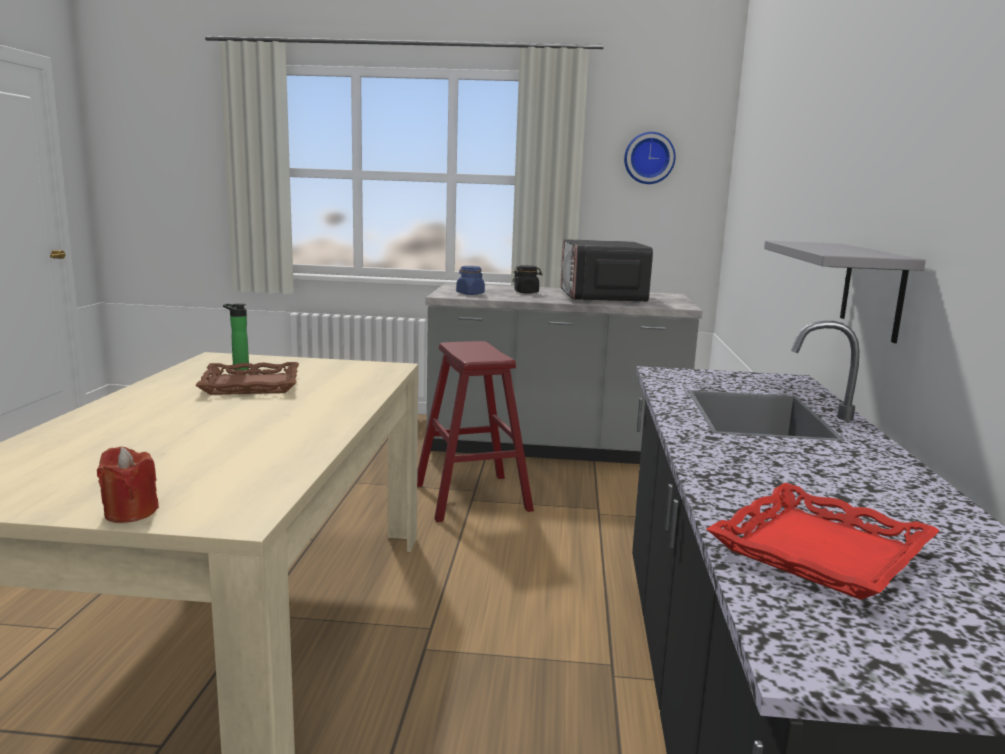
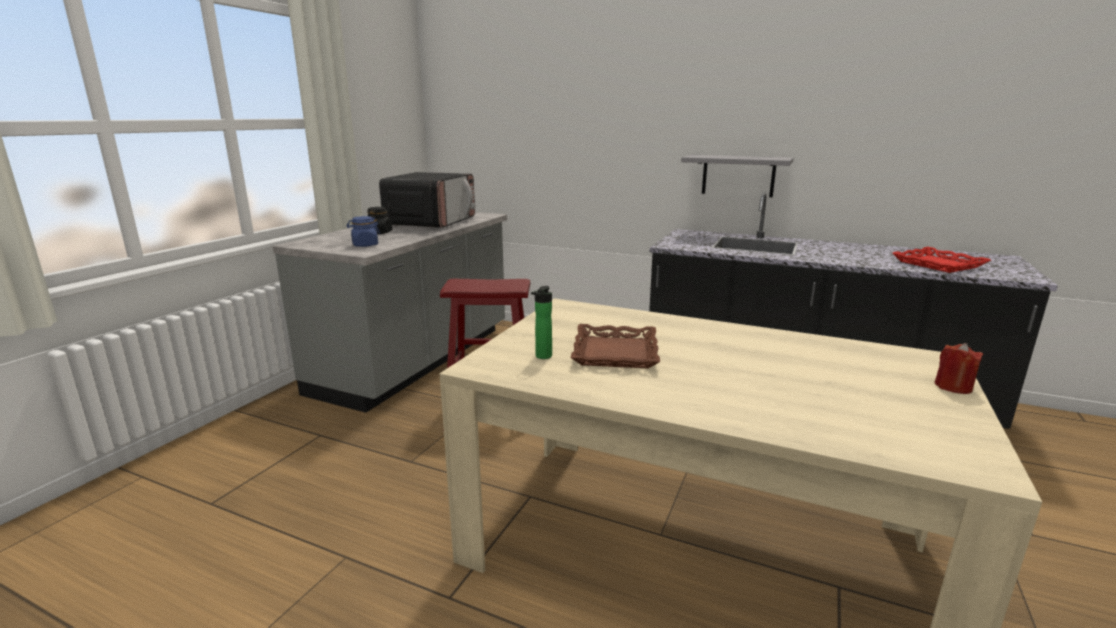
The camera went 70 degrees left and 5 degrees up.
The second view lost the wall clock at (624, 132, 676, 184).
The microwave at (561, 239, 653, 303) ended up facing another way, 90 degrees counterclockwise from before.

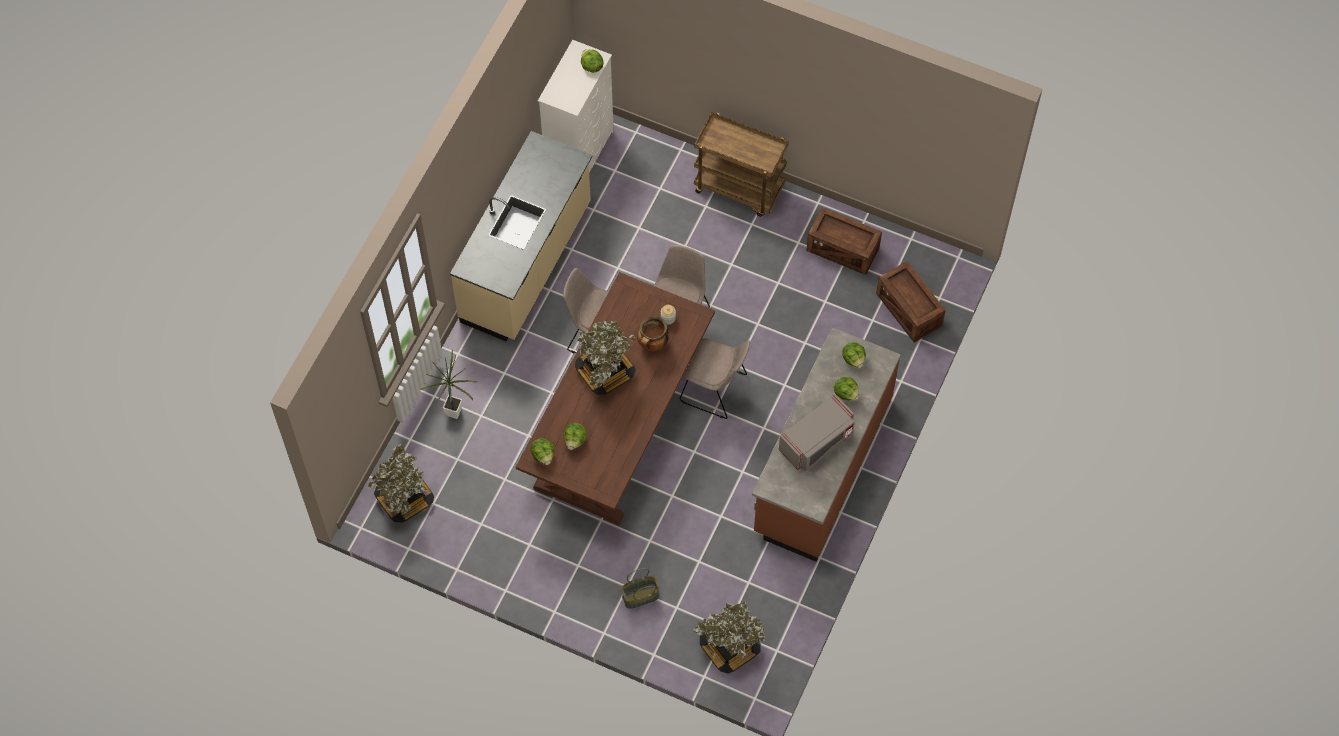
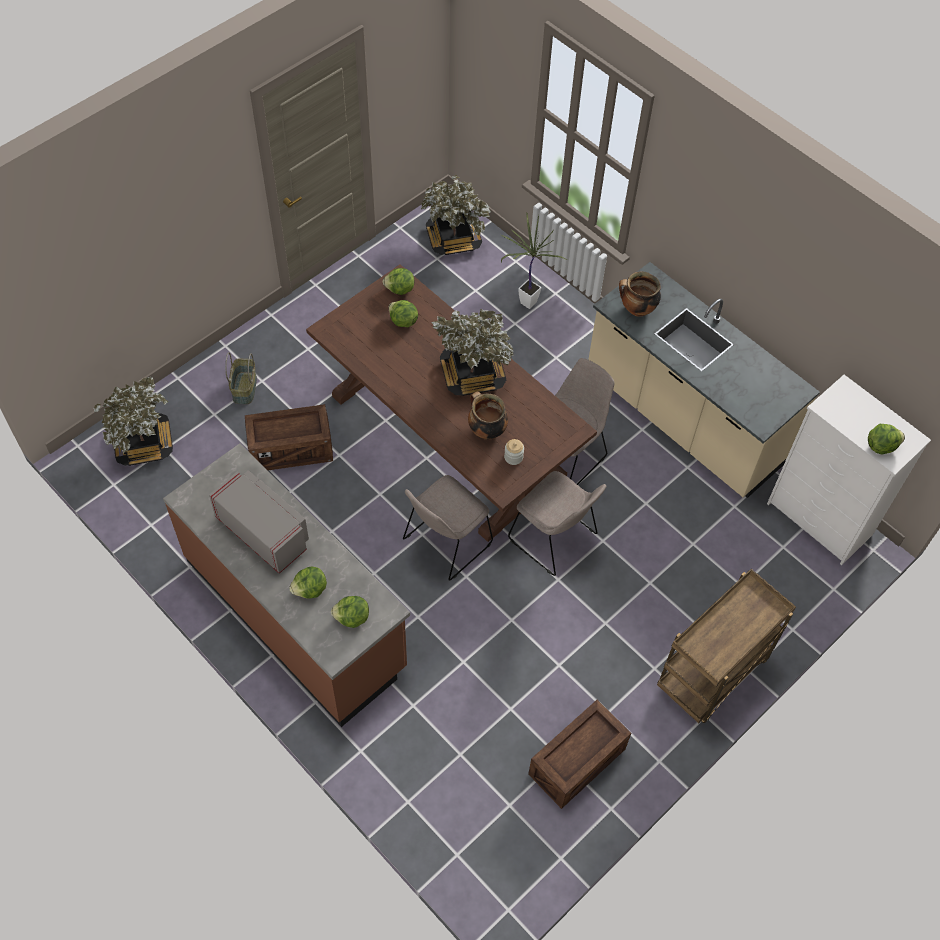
The camera went 110 degrees right and 5 degrees down.
The second view gained the cooking pot at (619, 271, 661, 317).
The crate ended up elsewhere, having gone from (876, 261, 946, 343) to (245, 404, 333, 470).
The grey microwave at (779, 394, 855, 471) ended up facing another way, 150 degrees clockwise from before.

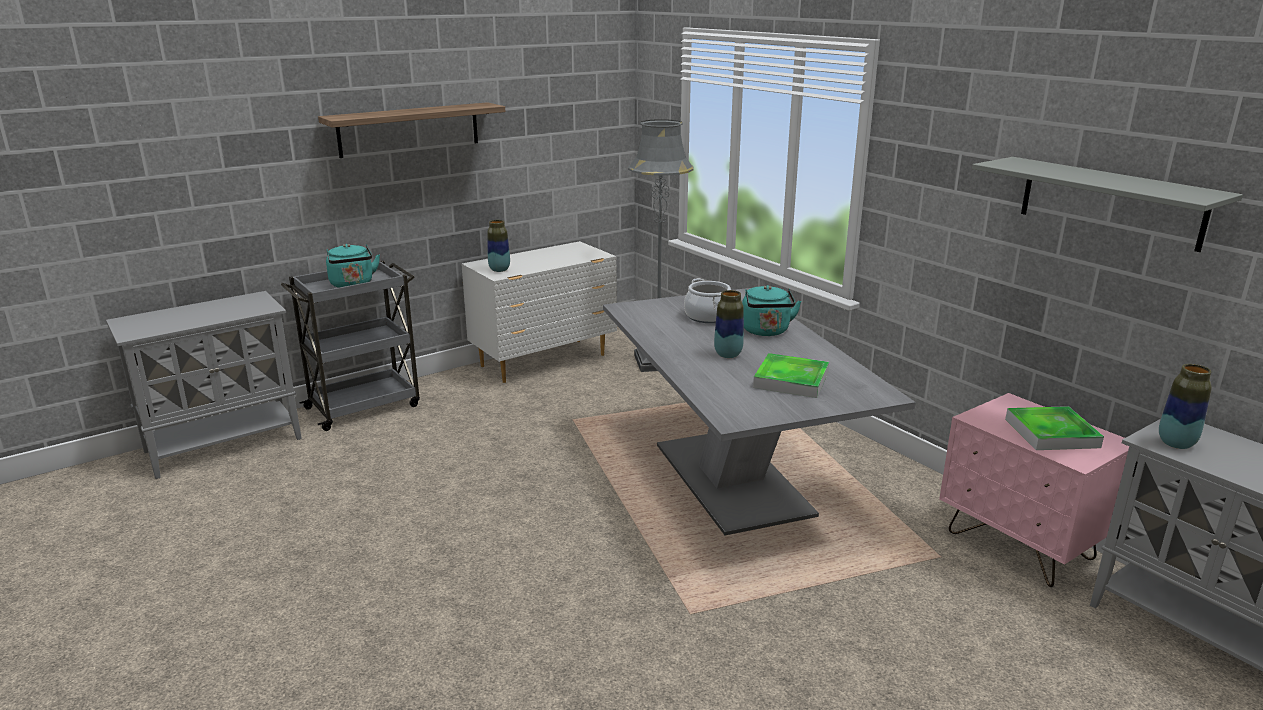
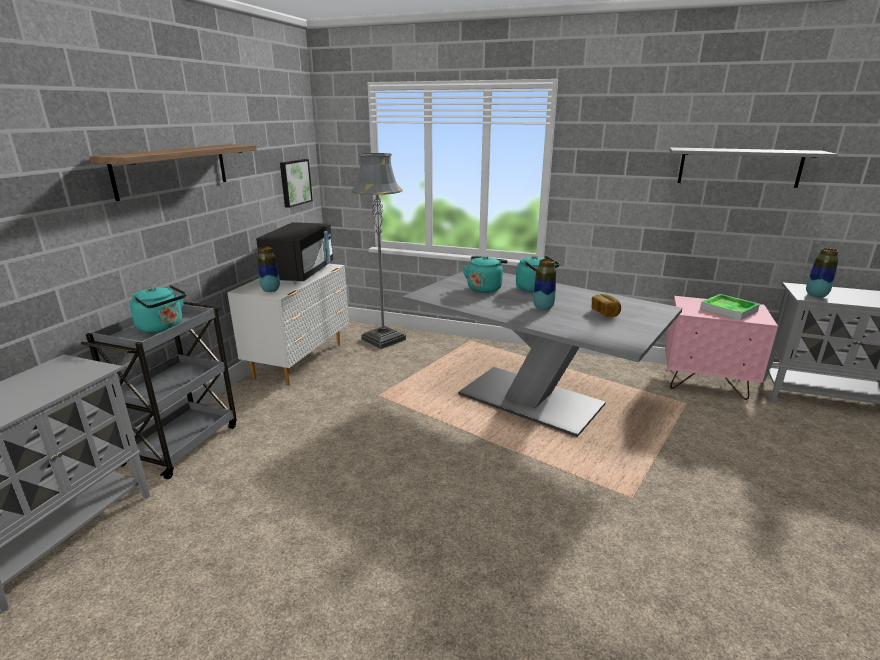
The camera went 35 degrees left and 0 degrees up.
The second view gained the black microwave at (256, 222, 333, 284).
The second view gained the picture at (280, 159, 313, 208).
Where the cooking pot stood at (684, 278, 731, 323), the turquoise kettle came to stand at (462, 256, 508, 293).
Where the tray stood at (753, 353, 829, 398), the bread came to stand at (592, 294, 621, 317).

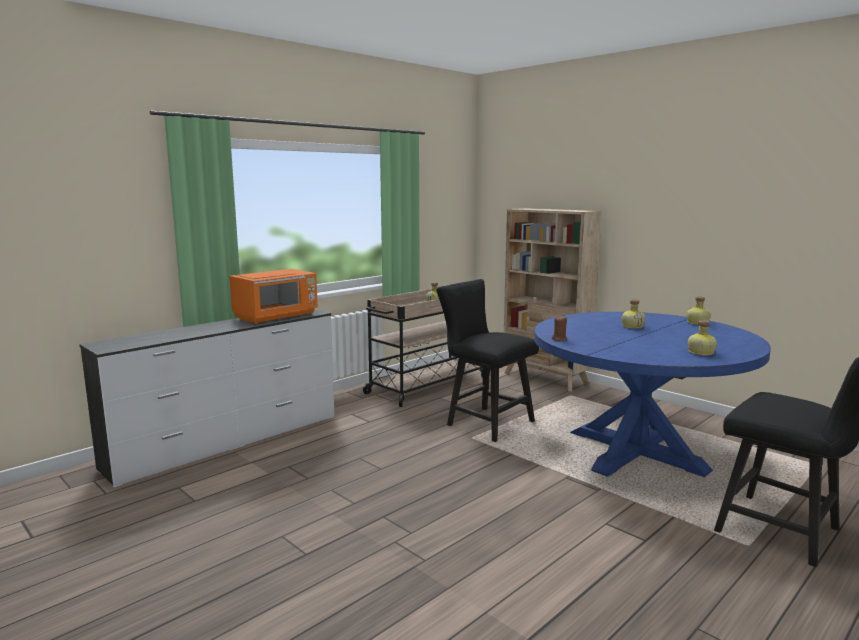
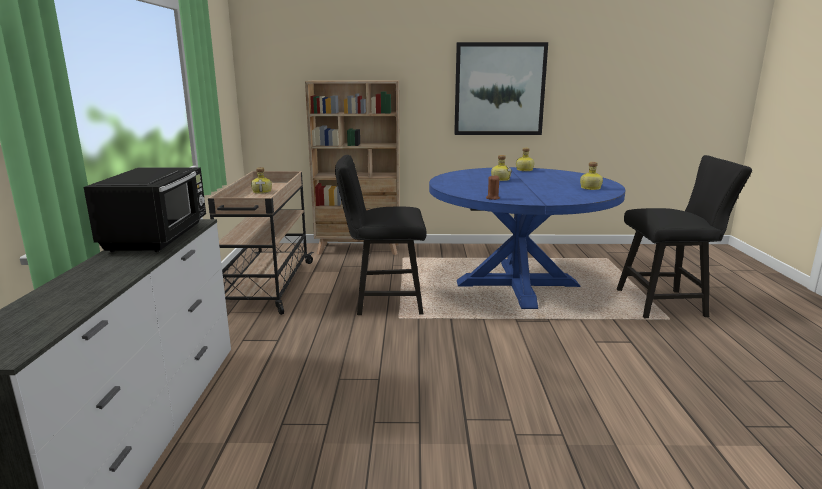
The camera went 45 degrees left and 5 degrees up.
The second view gained the picture at (454, 42, 548, 135).
What was the orange microwave at (229, 269, 318, 324) turned into the black microwave at (84, 167, 206, 252).

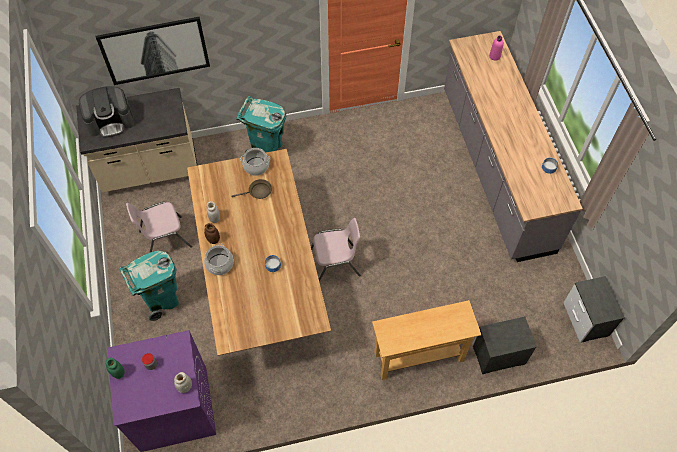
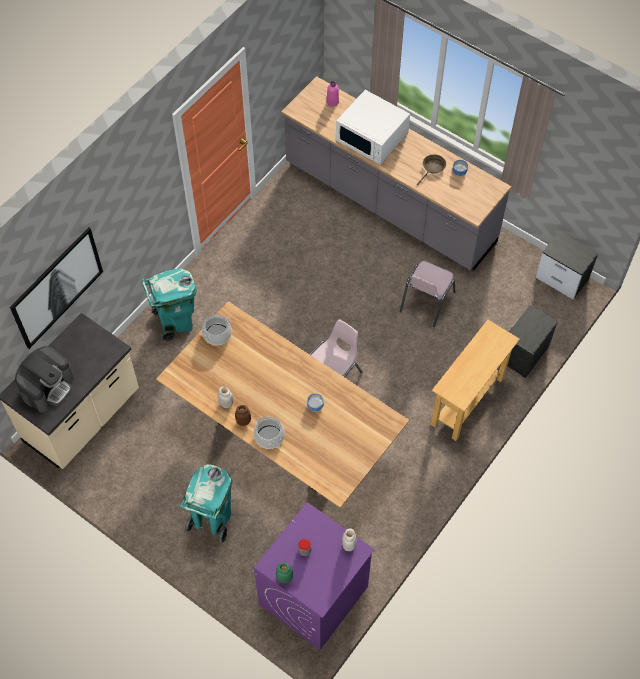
The camera went 40 degrees left and 0 degrees up.
The second view gained the white microwave at (336, 90, 410, 165).
The pink chair ended up elsewhere, having gone from (126, 202, 192, 252) to (400, 261, 456, 327).
The brown frying pan ended up elsewhere, having gone from (232, 179, 272, 199) to (417, 154, 446, 185).

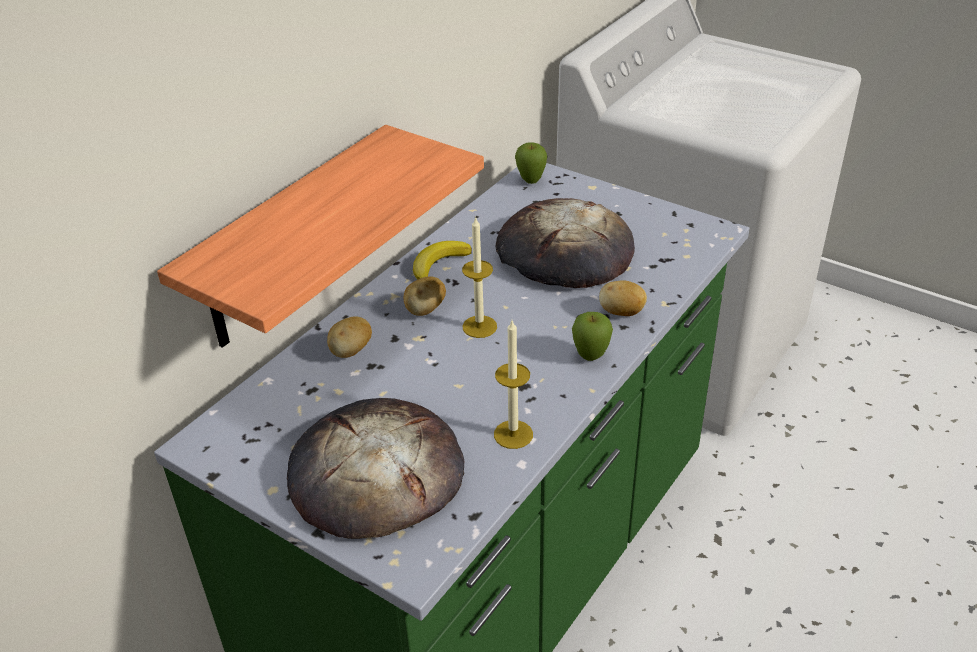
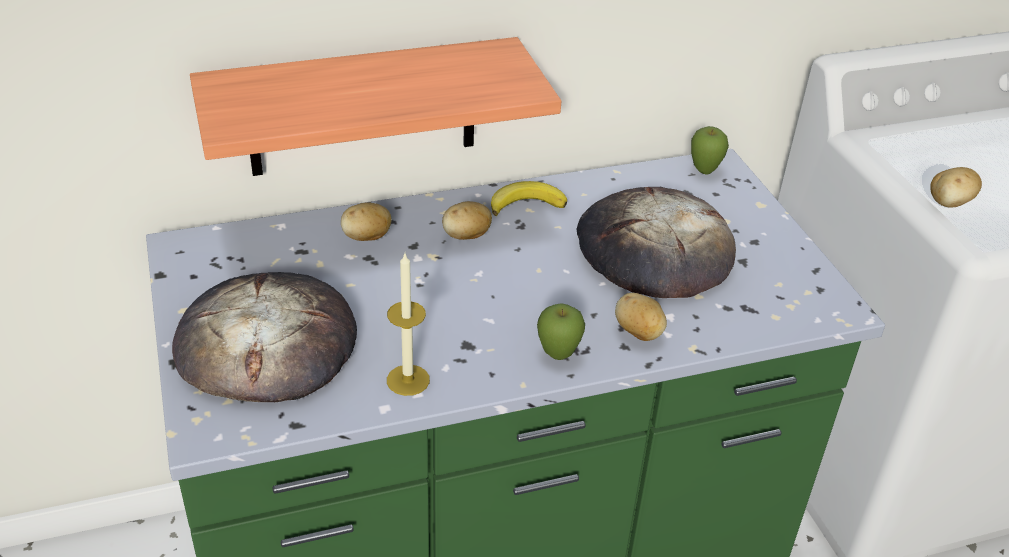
The camera went 35 degrees right and 0 degrees up.
The second view lost the candle at (462, 216, 497, 338).
The second view gained the potato at (930, 167, 982, 207).

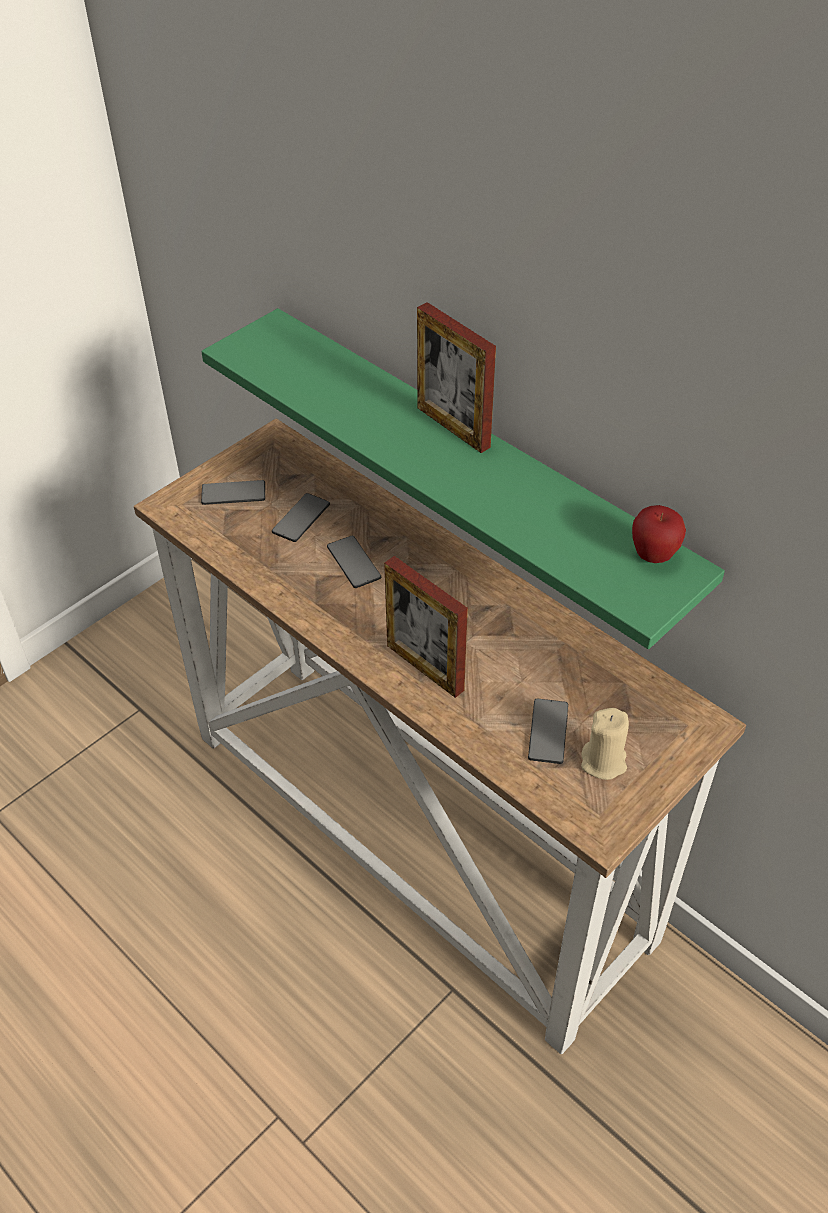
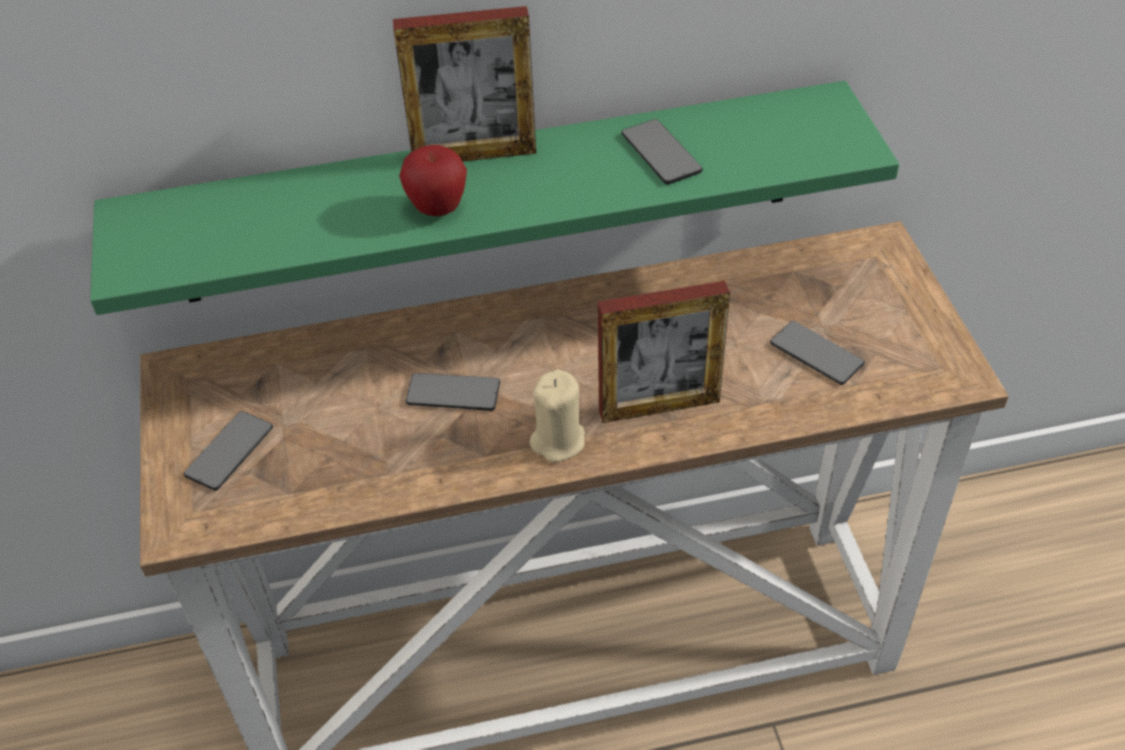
The camera went 55 degrees left and 0 degrees up.
The phone ended up elsewhere, having gone from (272, 493, 330, 542) to (621, 119, 703, 185).
The beige candle ended up elsewhere, having gone from (581, 708, 629, 780) to (529, 369, 585, 462).
The apple ended up elsewhere, having gone from (632, 505, 686, 563) to (399, 145, 467, 216).

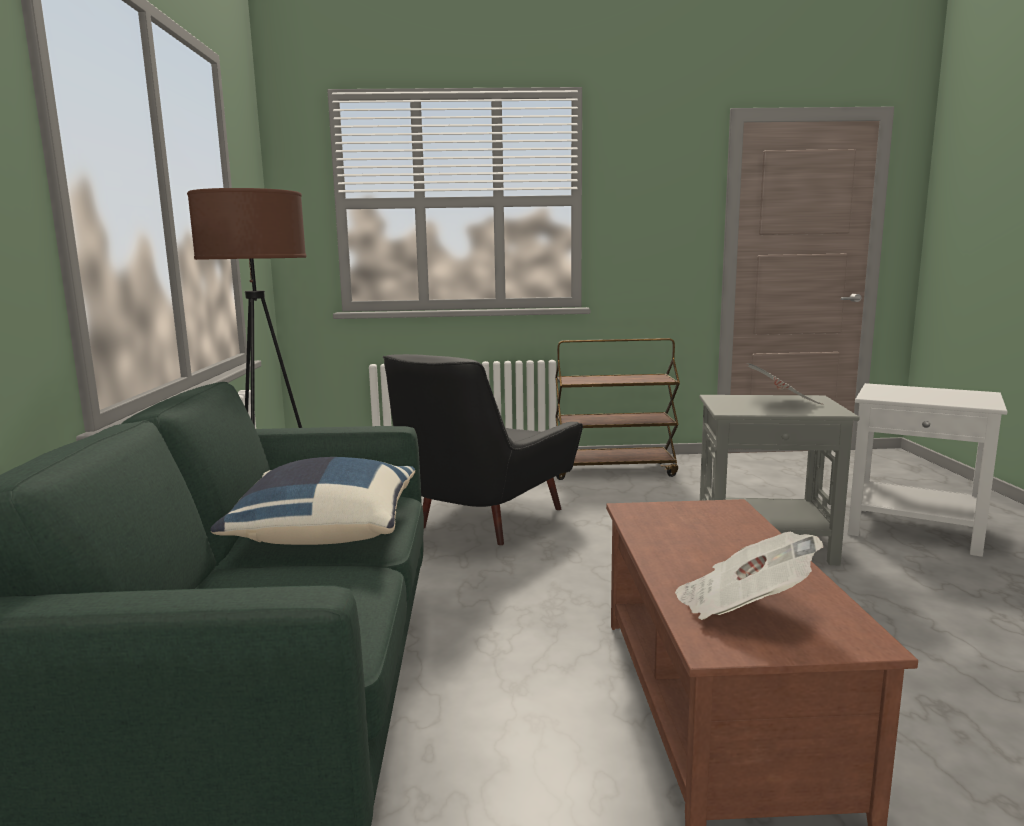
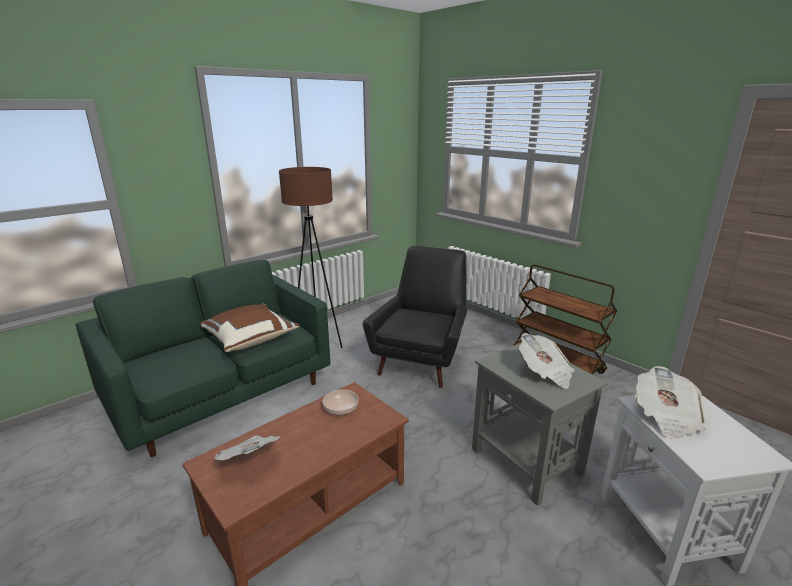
The camera went 50 degrees right and 10 degrees up.
The second view gained the bowl at (323, 390, 358, 415).
The second view gained the newspaper at (635, 366, 706, 439).
What was the blue pillow at (210, 457, 415, 545) turned into the brown pillow at (199, 304, 299, 352).
The black armchair at (383, 354, 583, 545) ended up facing another way, 120 degrees clockwise from before.

